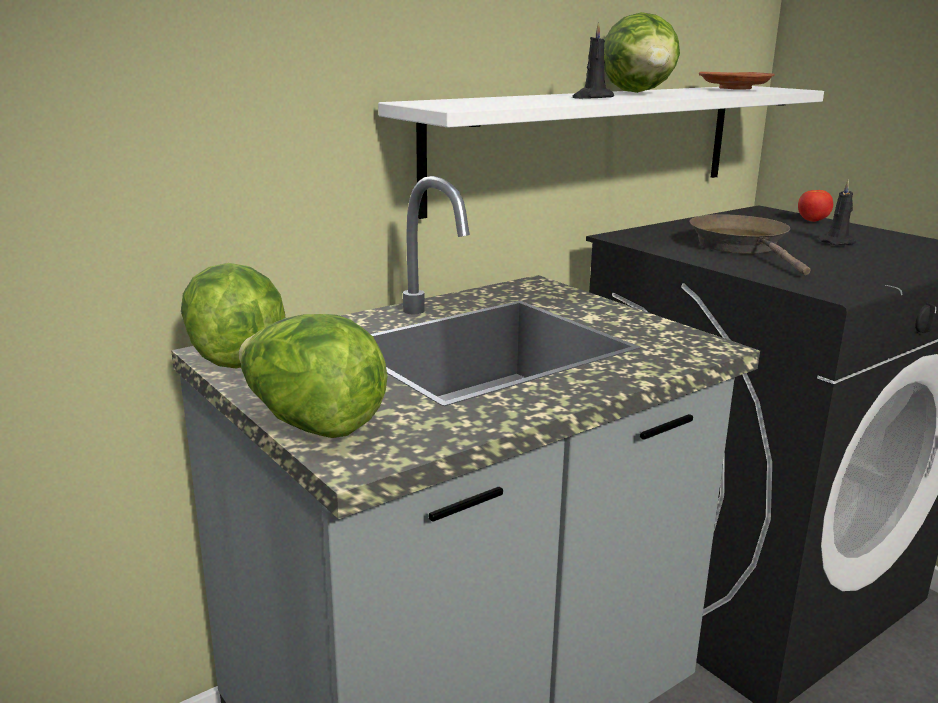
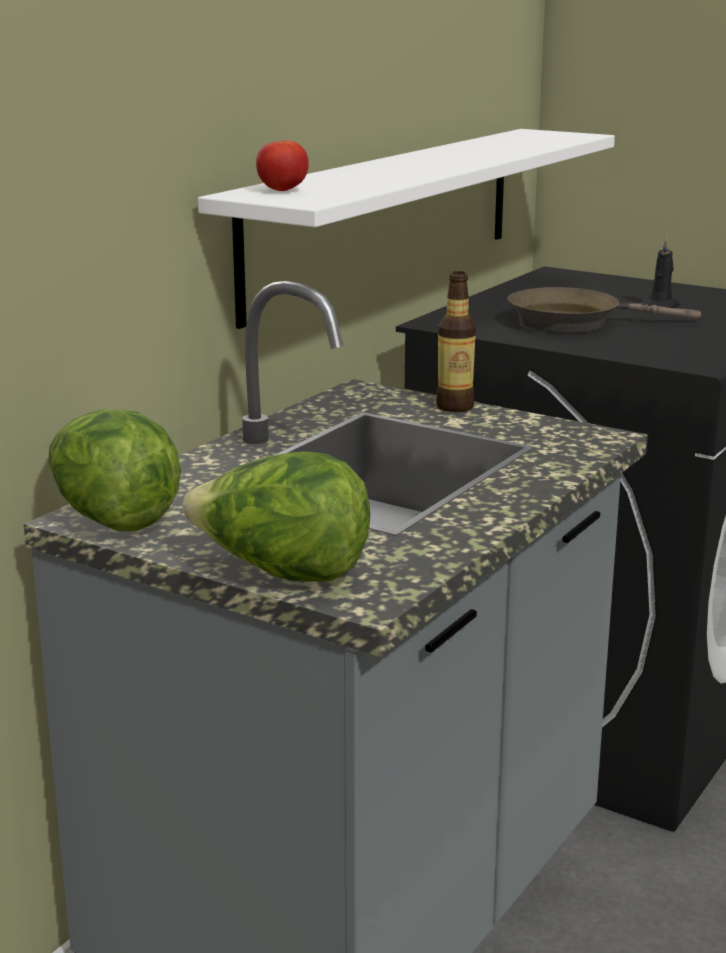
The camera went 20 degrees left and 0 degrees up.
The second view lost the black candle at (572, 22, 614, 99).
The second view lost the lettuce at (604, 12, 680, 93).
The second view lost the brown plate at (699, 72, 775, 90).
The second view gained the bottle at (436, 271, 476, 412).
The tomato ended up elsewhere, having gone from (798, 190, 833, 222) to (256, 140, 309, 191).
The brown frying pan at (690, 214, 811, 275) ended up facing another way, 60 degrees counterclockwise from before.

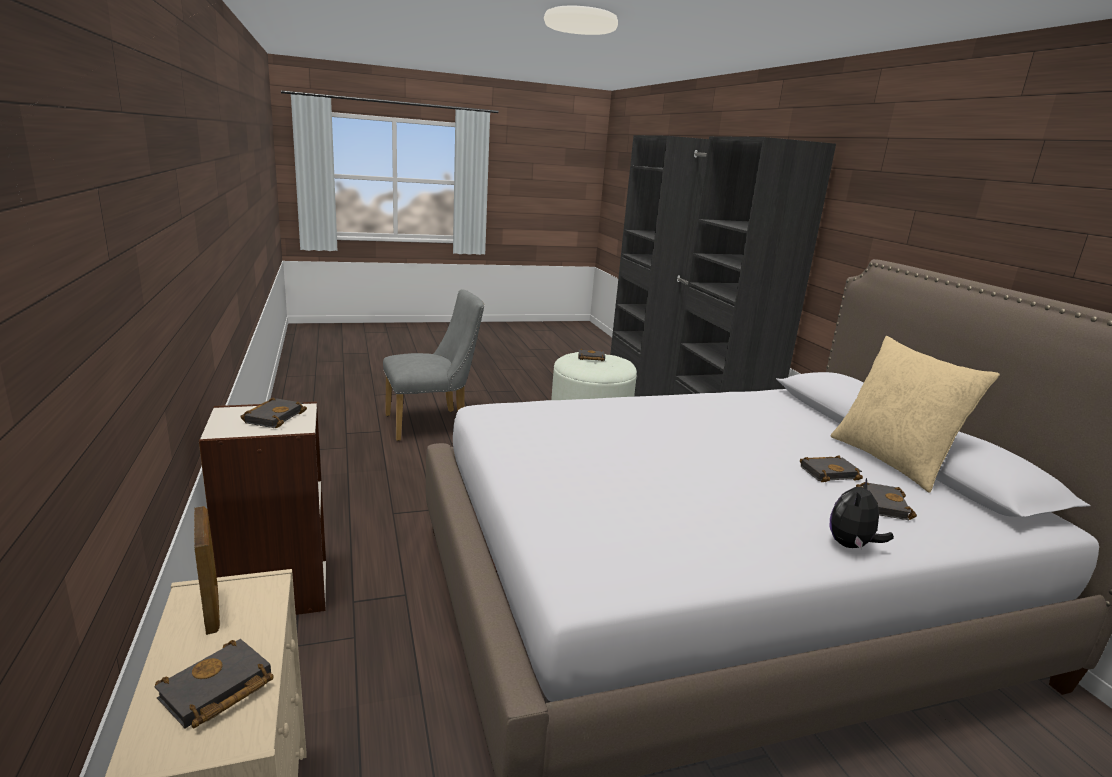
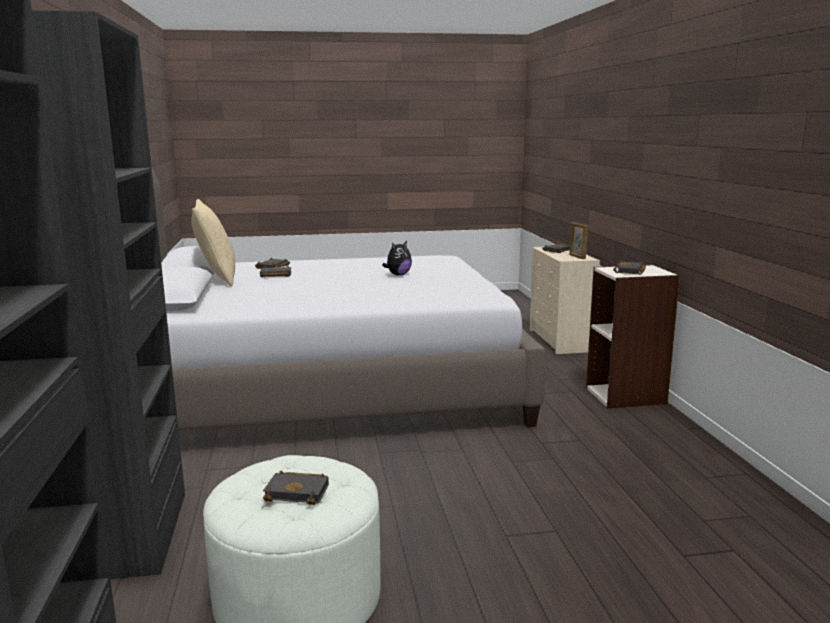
The camera went 170 degrees left and 5 degrees down.
The second view lost the grey chair at (383, 289, 484, 441).
The plush toy ended up elsewhere, having gone from (829, 478, 894, 550) to (382, 241, 412, 275).

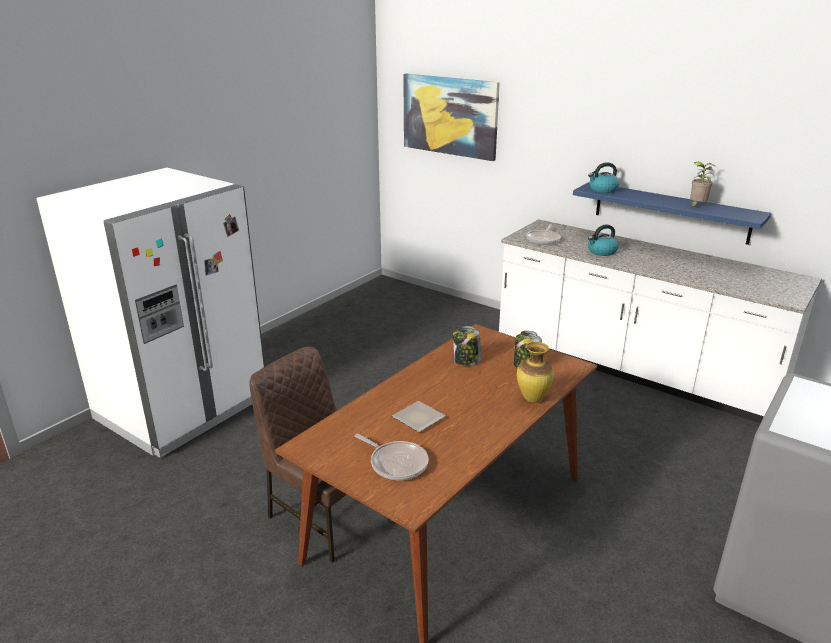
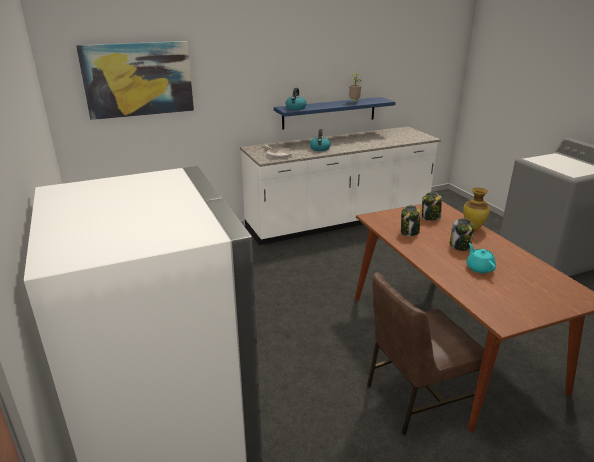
The camera went 60 degrees left and 0 degrees up.
The second view lost the frying pan at (355, 434, 429, 480).
The second view gained the jar at (450, 218, 474, 251).
Where the plate stood at (392, 401, 446, 432), the turquoise teapot came to stand at (467, 243, 496, 273).

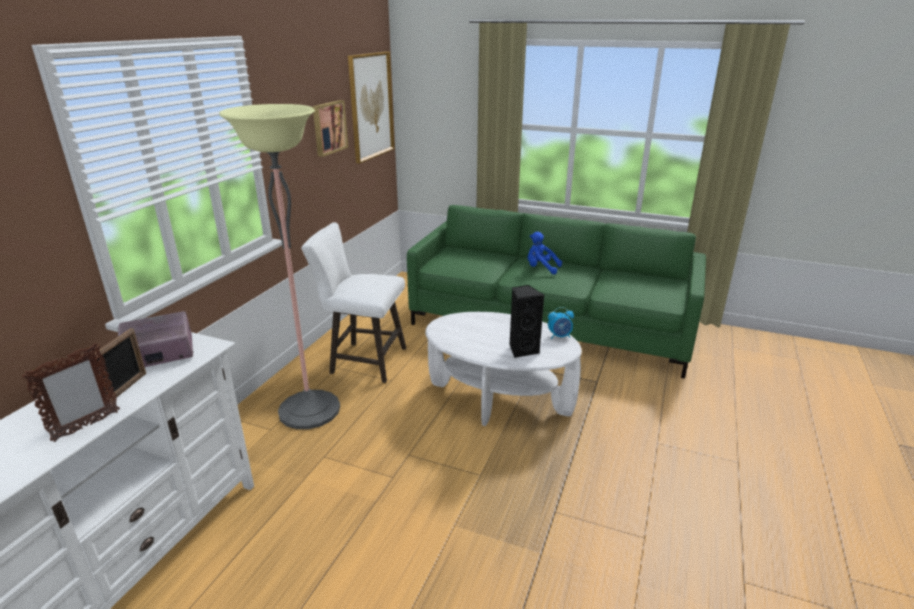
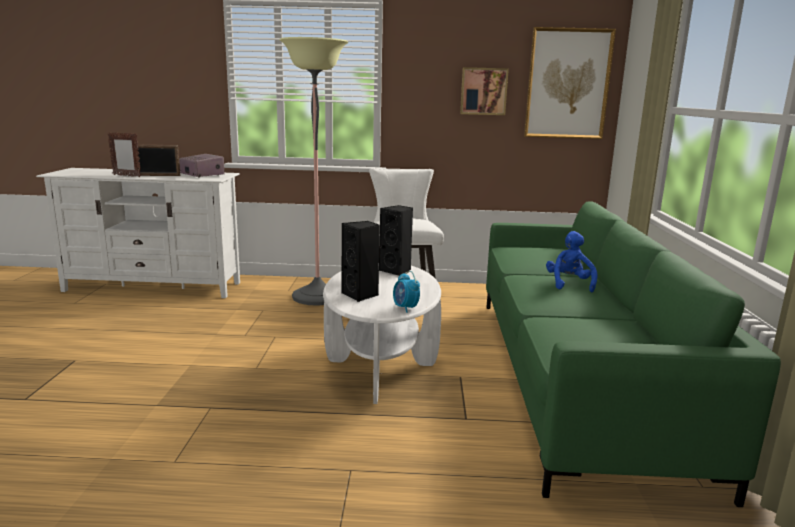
The camera went 70 degrees right and 10 degrees down.
The second view gained the black speaker at (379, 205, 413, 276).

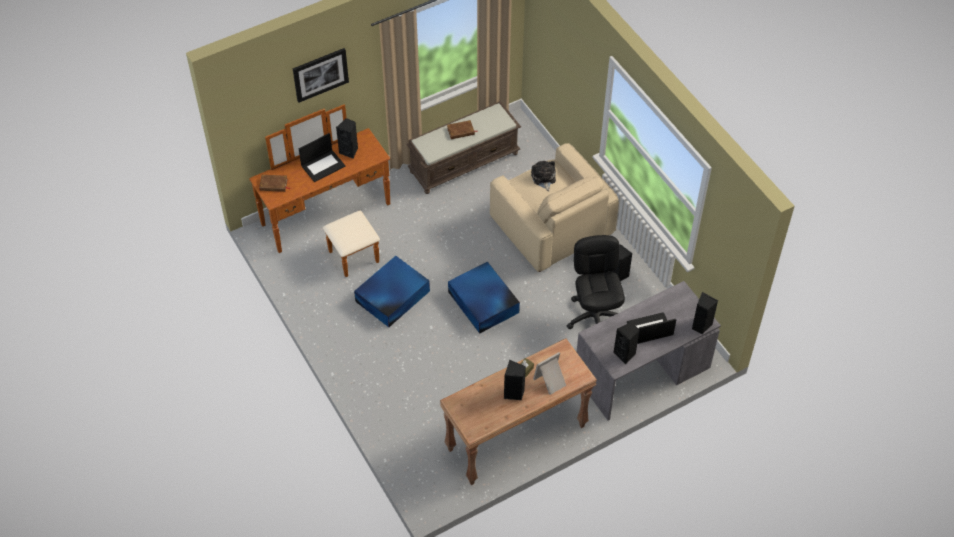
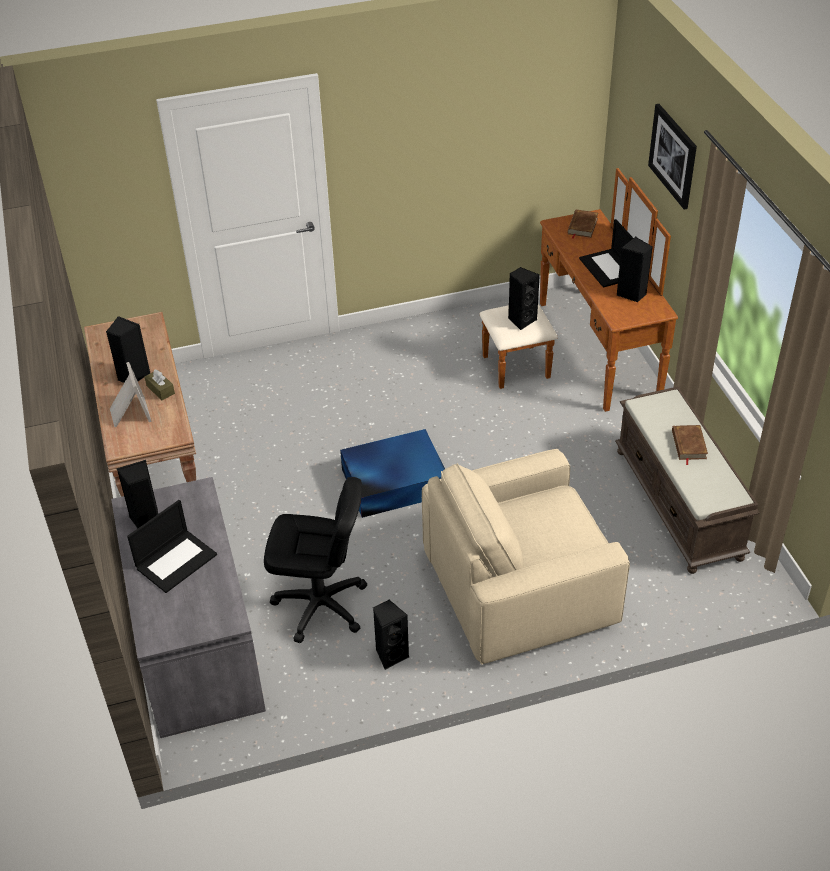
The camera went 105 degrees right and 10 degrees down.
The second view lost the blue storage box at (354, 256, 430, 327).
The second view lost the plush toy at (531, 161, 556, 192).
The black speaker ended up elsewhere, having gone from (692, 292, 718, 334) to (508, 267, 540, 330).
The laptop at (627, 312, 676, 344) ended up facing another way, 45 degrees clockwise from before.

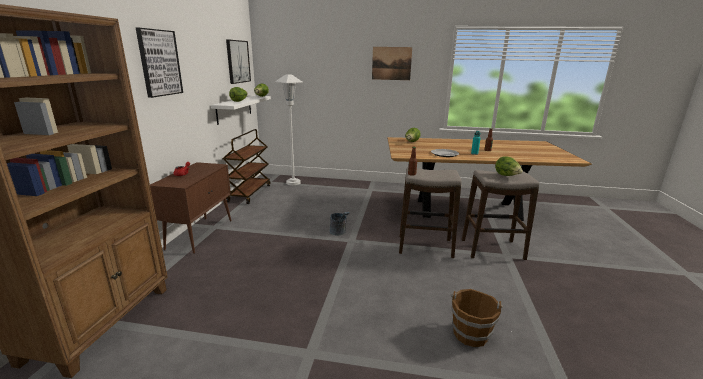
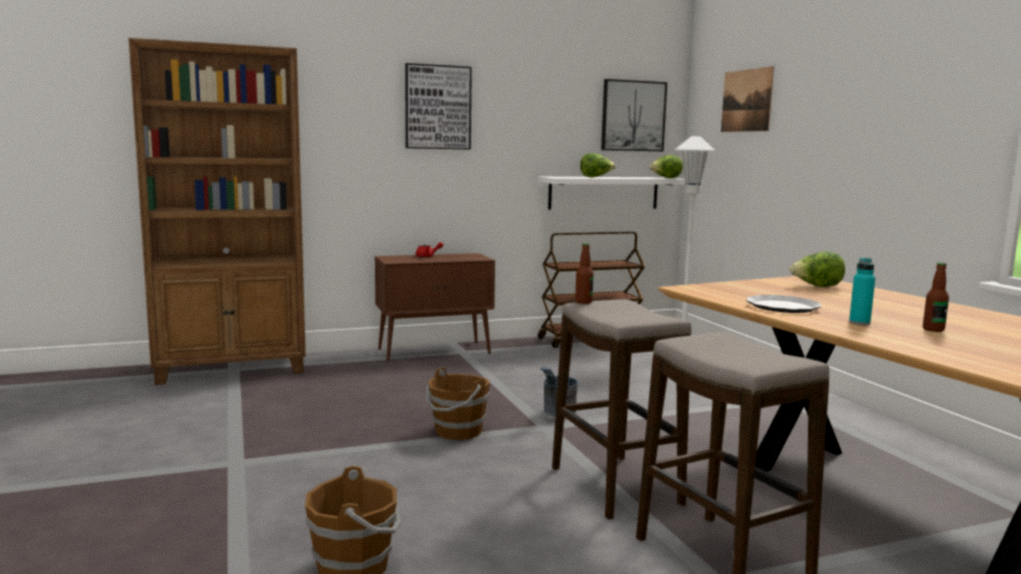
The camera went 60 degrees right and 10 degrees down.
The second view lost the lettuce at (495, 156, 523, 176).
The second view gained the brown bucket at (426, 367, 490, 440).
The picture ended up elsewhere, having gone from (372, 47, 412, 80) to (721, 66, 774, 132).

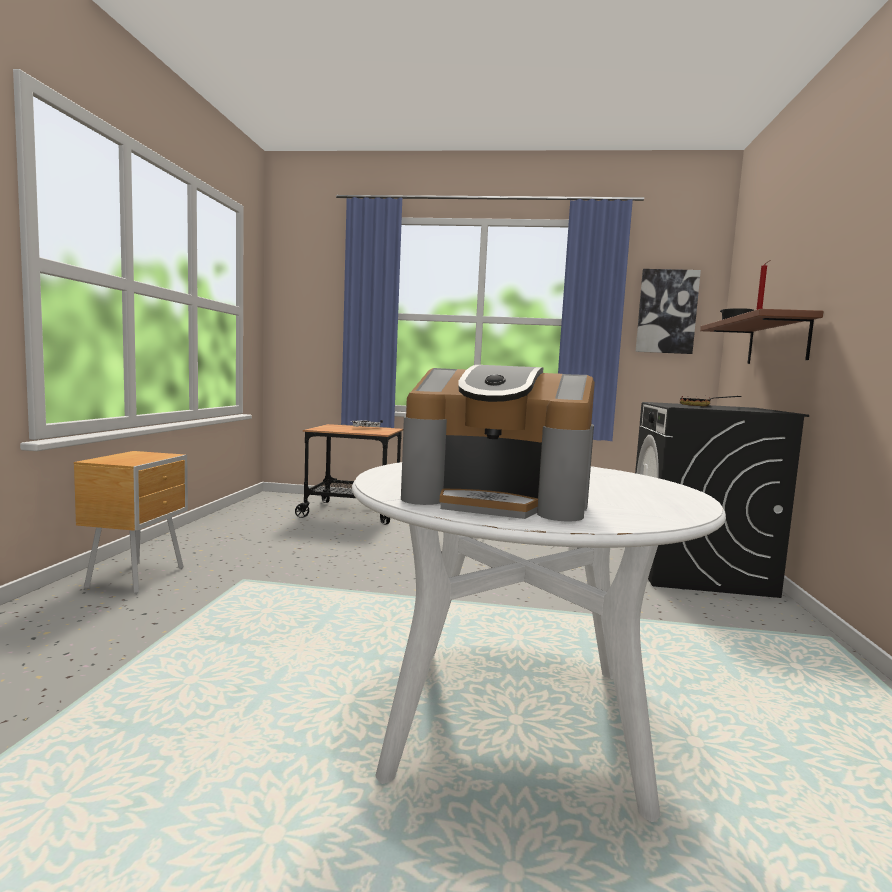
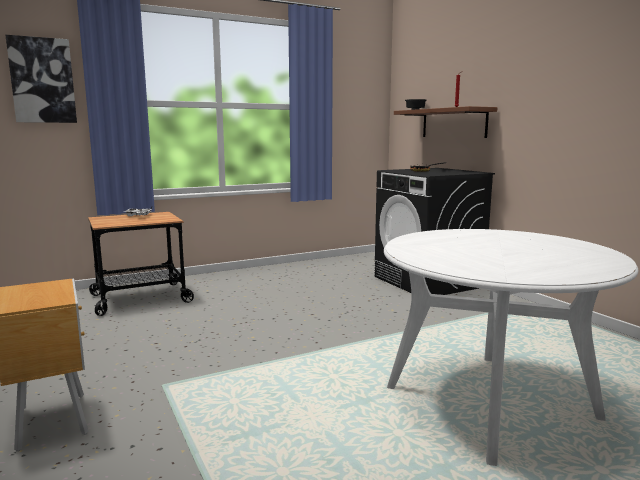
The camera went 35 degrees left and 5 degrees up.
The second view lost the coffee machine at (401, 365, 595, 522).
The picture ended up elsewhere, having gone from (636, 269, 701, 354) to (6, 35, 77, 123).

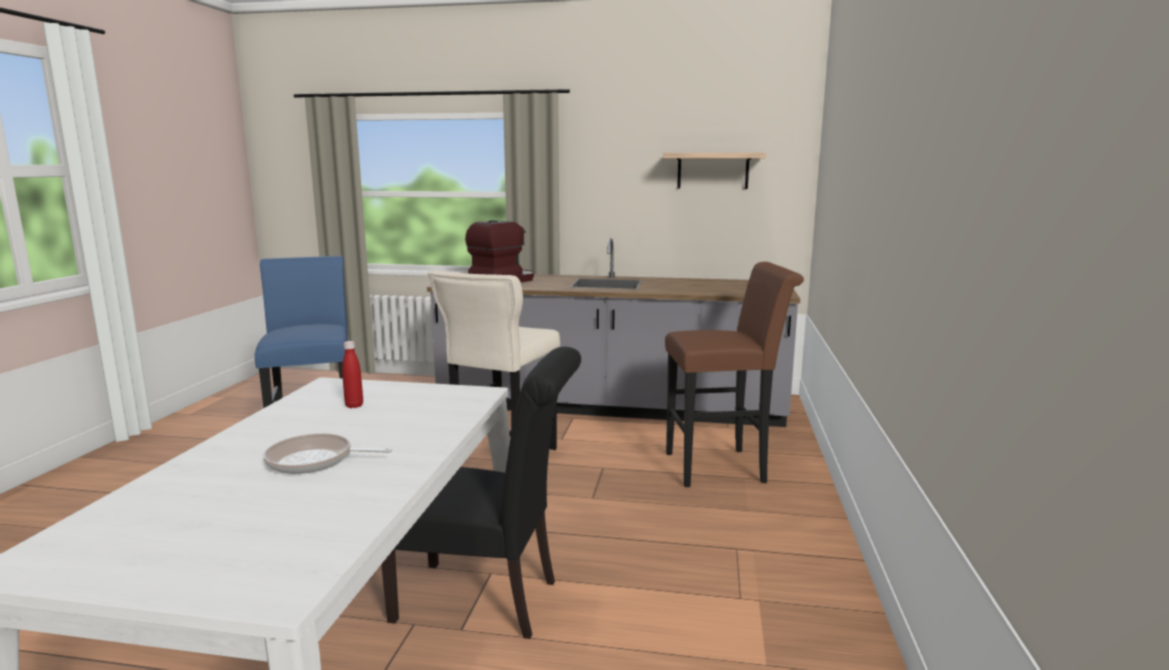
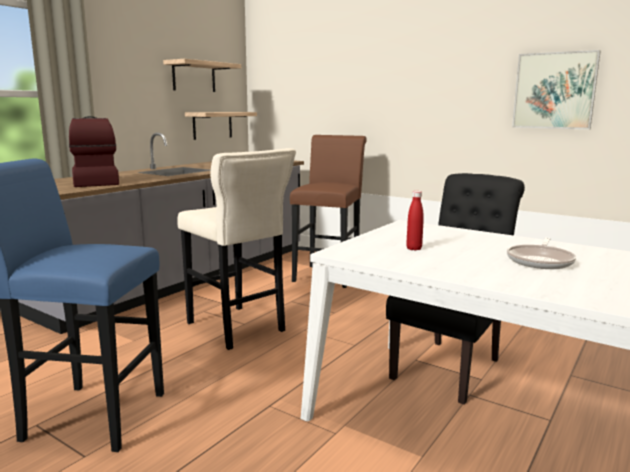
The camera went 65 degrees left and 0 degrees up.
The second view gained the shelf at (185, 112, 257, 140).
The second view gained the picture at (512, 50, 601, 129).

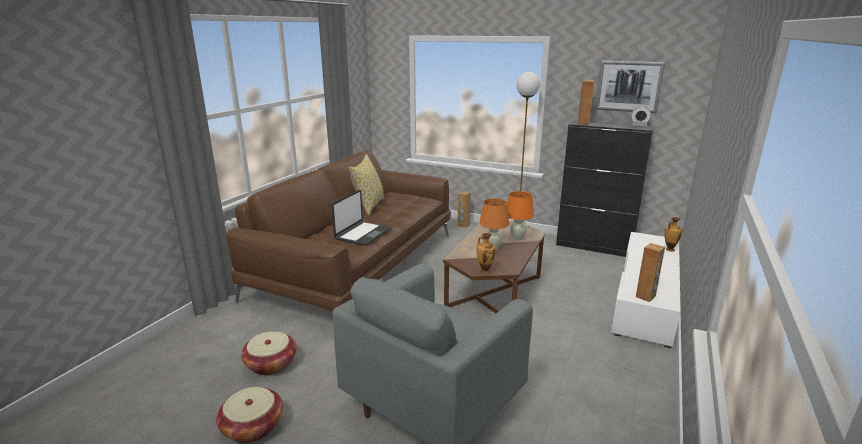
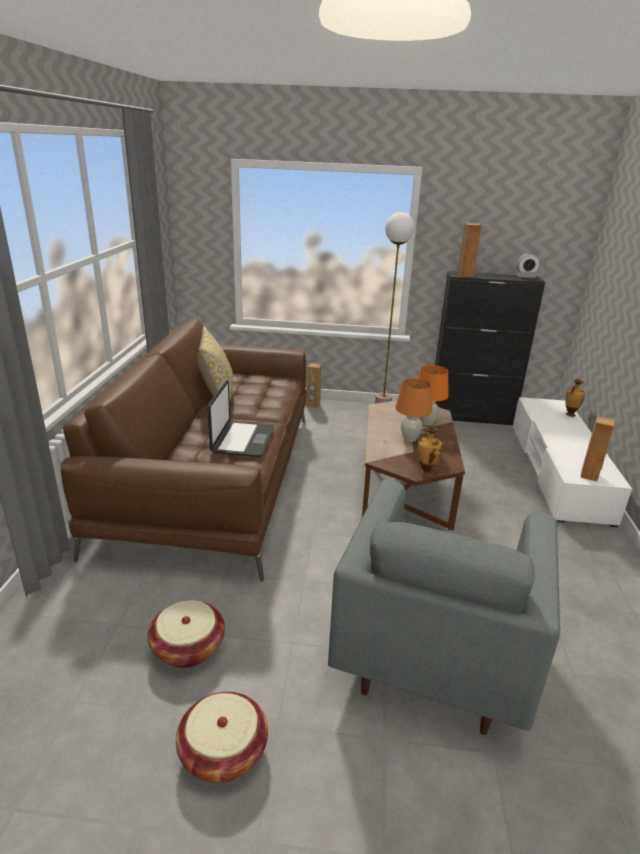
The camera went 20 degrees left and 5 degrees up.
The second view lost the picture at (595, 61, 665, 113).

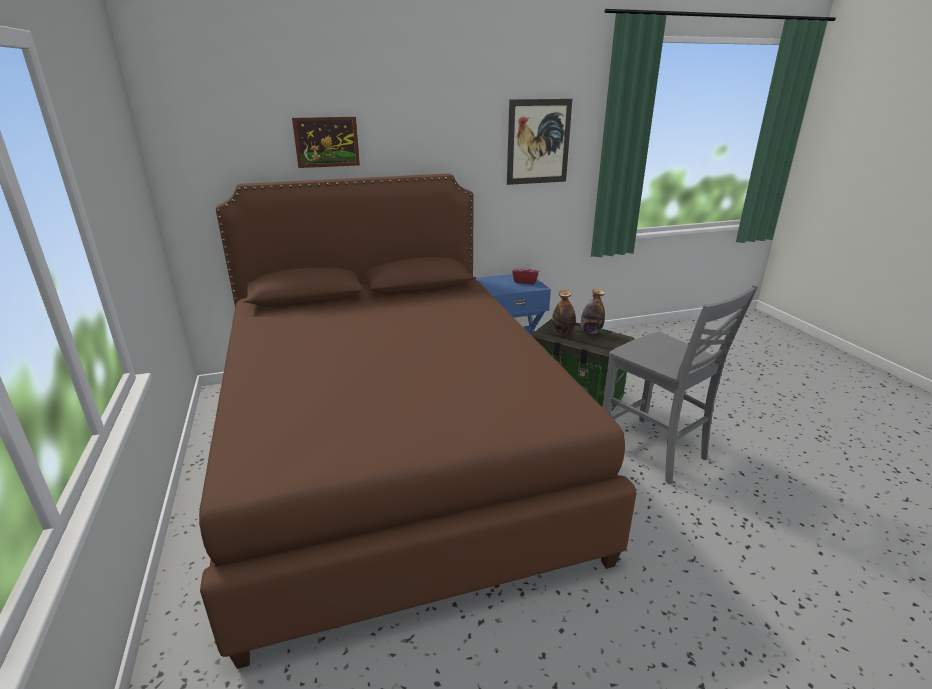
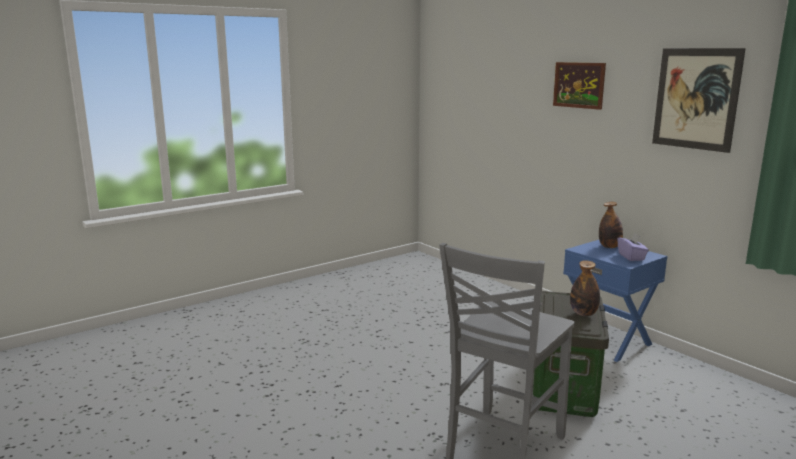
The camera went 70 degrees right and 10 degrees down.
The second view lost the brown bed at (199, 174, 637, 669).
The picture ended up elsewhere, having gone from (292, 117, 360, 168) to (553, 62, 606, 110).
The bottle ended up elsewhere, having gone from (552, 290, 576, 336) to (599, 202, 623, 248).
What was the red tissue box at (512, 262, 539, 284) turned into the purple tissue box at (617, 233, 649, 261).

